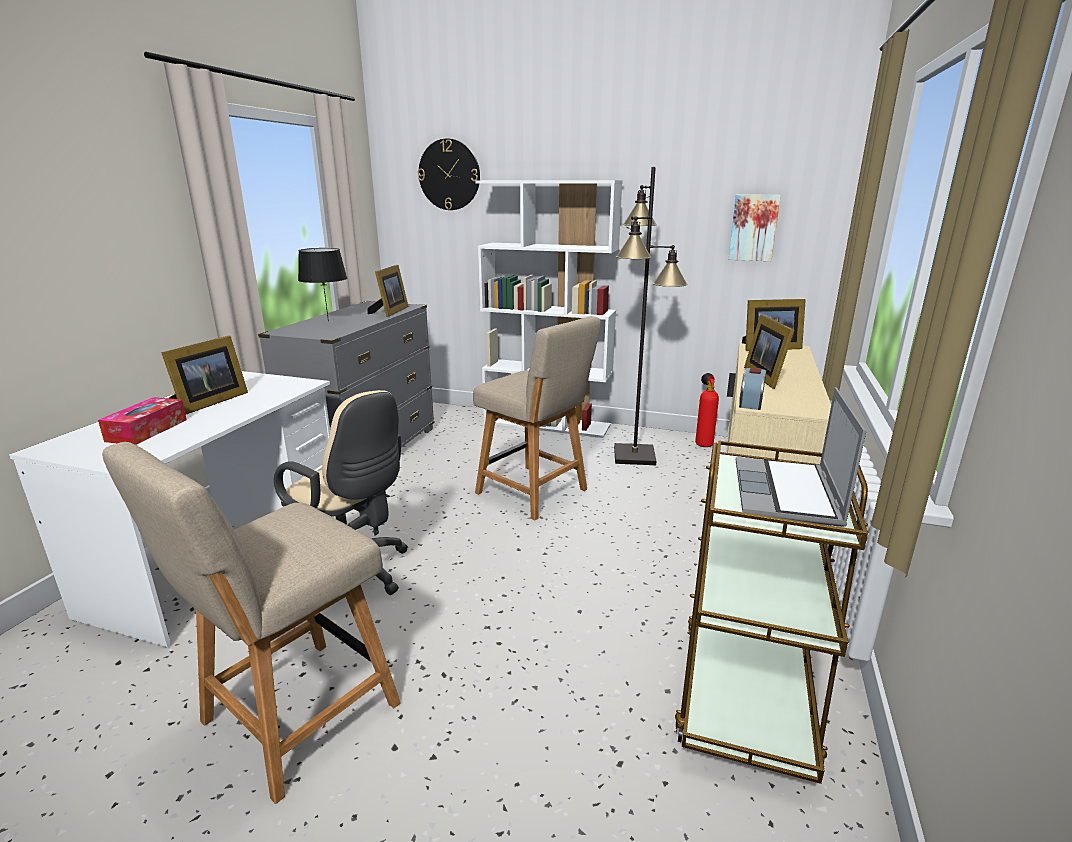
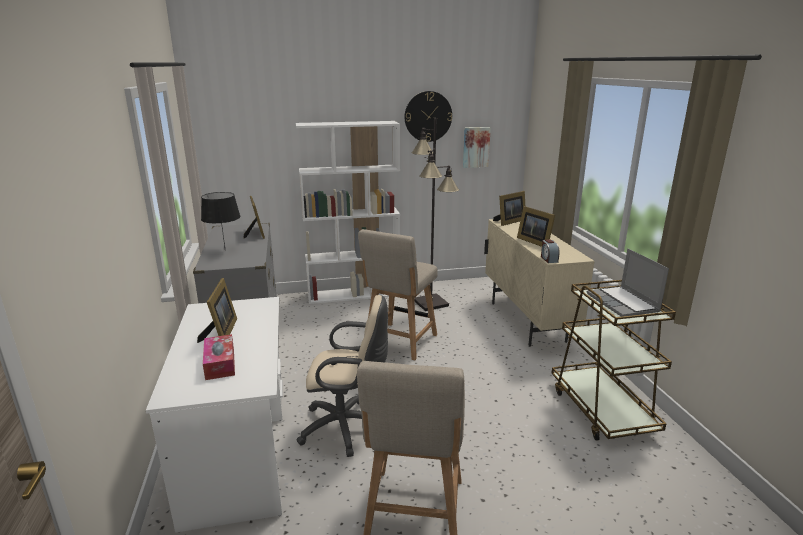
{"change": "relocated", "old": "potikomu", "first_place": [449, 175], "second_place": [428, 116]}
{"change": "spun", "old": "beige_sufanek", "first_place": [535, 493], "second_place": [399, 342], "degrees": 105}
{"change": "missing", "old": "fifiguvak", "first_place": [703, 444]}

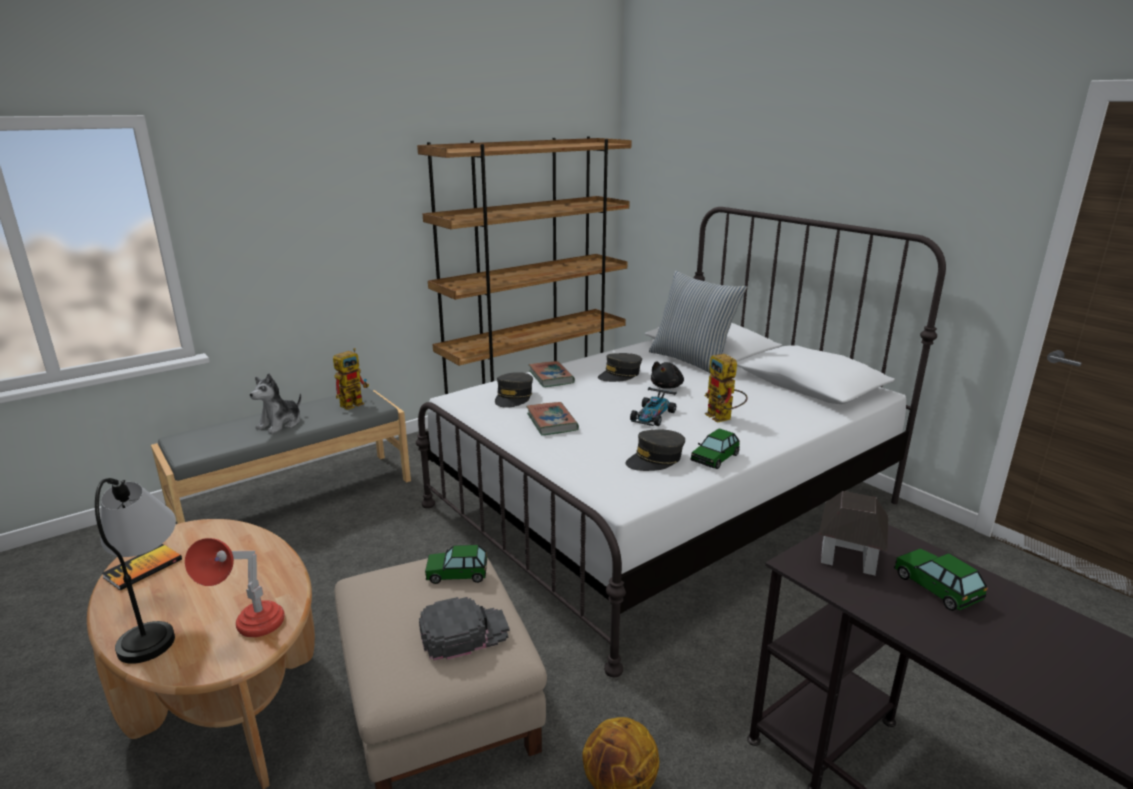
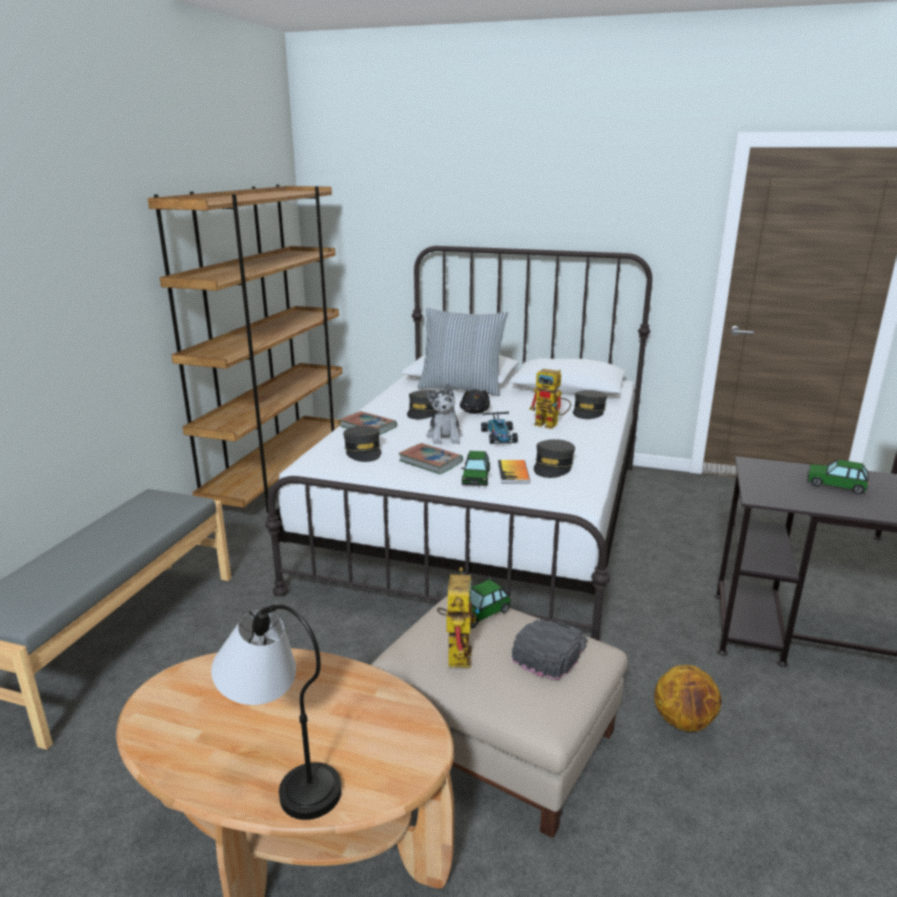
{"change": "relocated", "old": "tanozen", "first_place": [143, 568], "second_place": [513, 473]}
{"change": "missing", "old": "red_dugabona", "first_place": [251, 632]}
{"change": "relocated", "old": "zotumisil", "first_place": [280, 424], "second_place": [445, 436]}
{"change": "relocated", "old": "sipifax", "first_place": [354, 403], "second_place": [456, 651]}
{"change": "relocated", "old": "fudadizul", "first_place": [715, 458], "second_place": [476, 478]}
{"change": "missing", "old": "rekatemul", "first_place": [848, 556]}
{"change": "appeared", "new": "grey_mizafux", "second_place": [588, 411]}

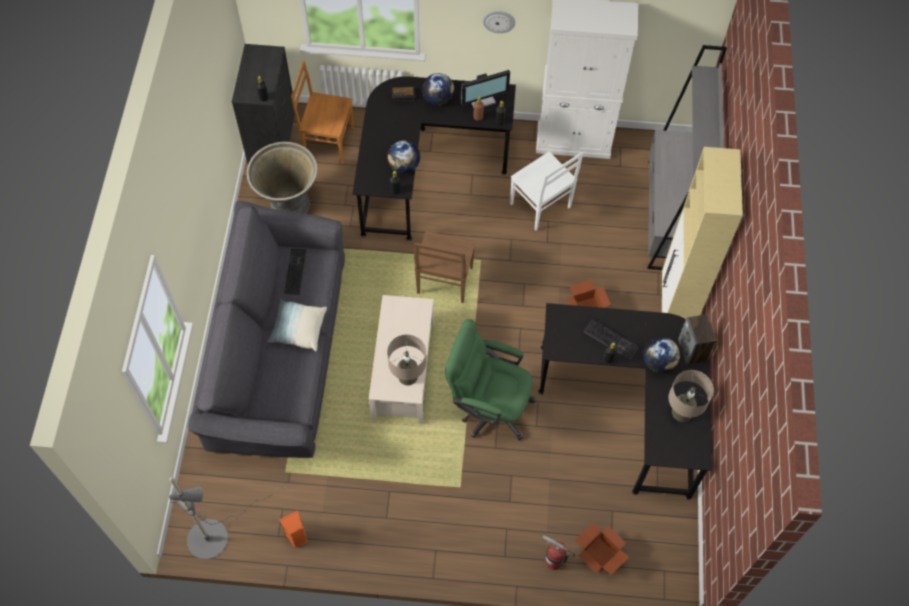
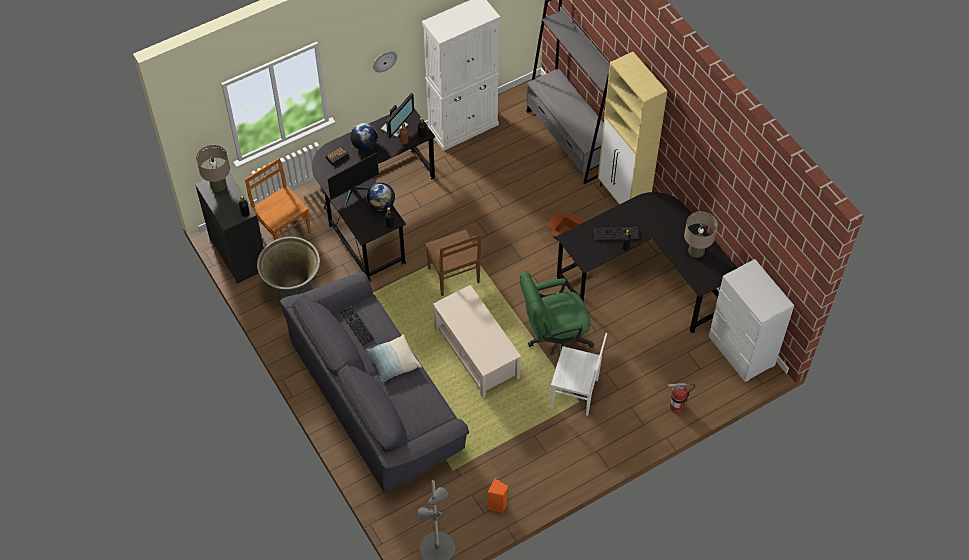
{"change": "spun", "old": "brown_sufanek", "first_place": [327, 142], "second_place": [283, 231], "degrees": 75}
{"change": "relocated", "old": "beige_dugabona", "first_place": [408, 376], "second_place": [218, 185]}
{"change": "relocated", "old": "white_sufanek", "first_place": [541, 207], "second_place": [576, 393]}
{"change": "missing", "old": "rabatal", "first_place": [599, 554]}
{"change": "missing", "old": "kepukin", "first_place": [658, 362]}
{"change": "missing", "old": "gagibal", "first_place": [692, 350]}
{"change": "appeared", "new": "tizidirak", "second_place": [354, 190]}
{"change": "appeared", "new": "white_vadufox", "second_place": [741, 351]}

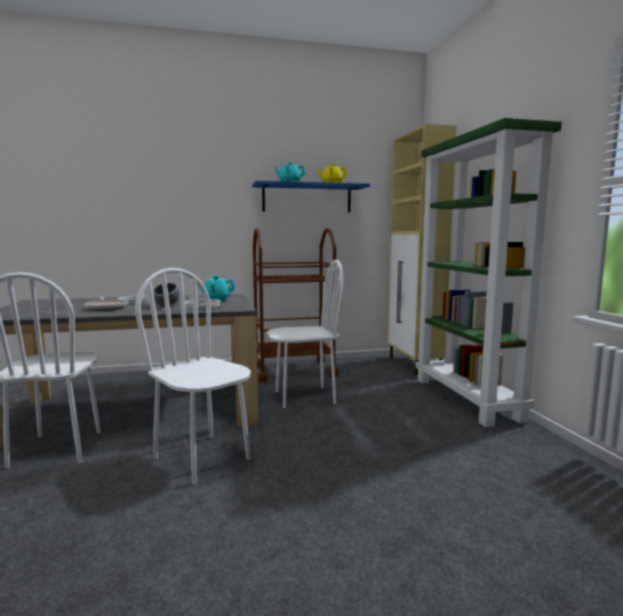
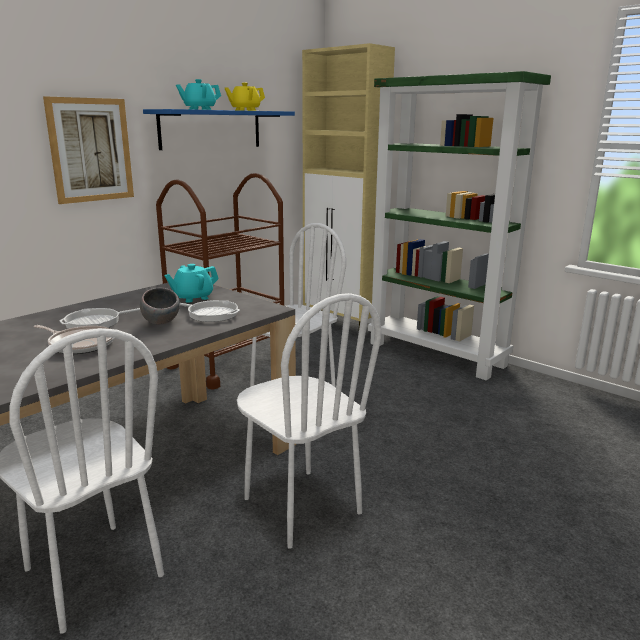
{"change": "spun", "old": "white_sufanek", "first_place": [202, 458], "second_place": [301, 506], "degrees": -135}
{"change": "appeared", "new": "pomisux", "second_place": [91, 150]}

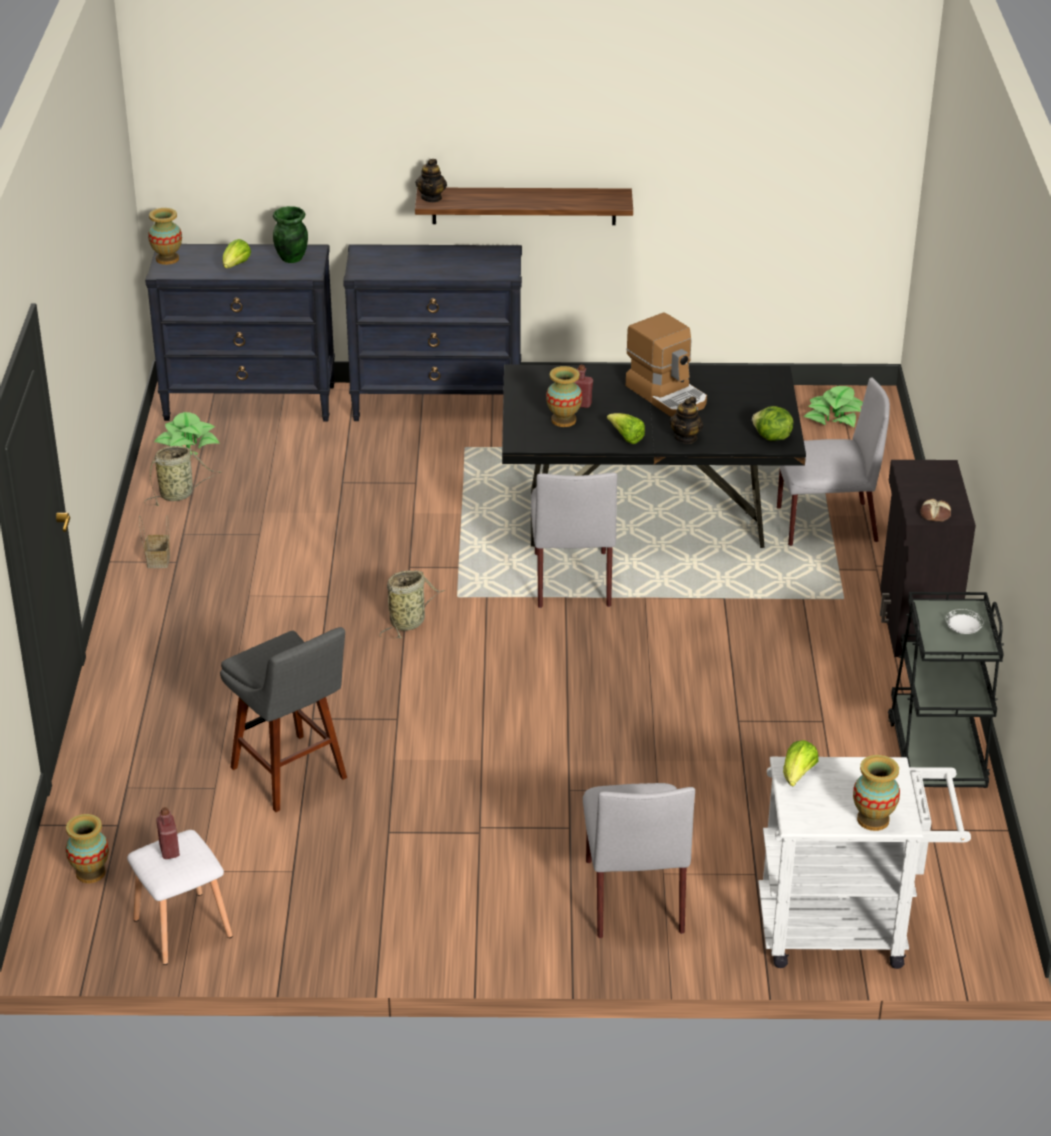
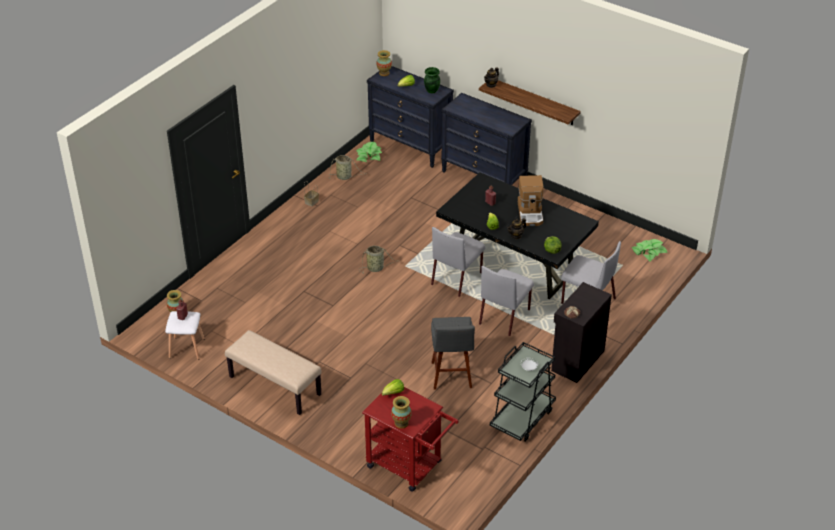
{"change": "relocated", "old": "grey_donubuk", "first_place": [292, 776], "second_place": [451, 377]}
{"change": "missing", "old": "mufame", "first_place": [563, 420]}
{"change": "relocated", "old": "grey_sufanek", "first_place": [633, 894], "second_place": [505, 316]}
{"change": "colour", "old": "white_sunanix", "new": "red_sunanix", "first_place": [847, 928], "second_place": [409, 467]}
{"change": "appeared", "new": "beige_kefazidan", "second_place": [274, 386]}

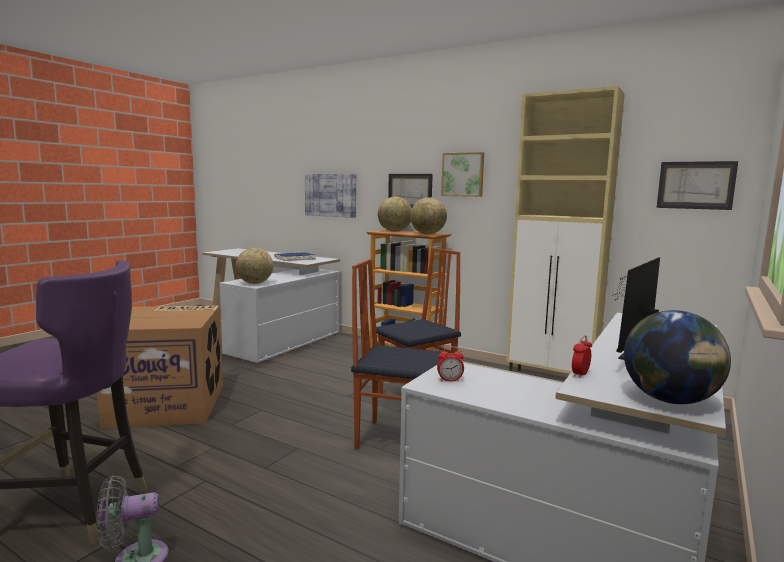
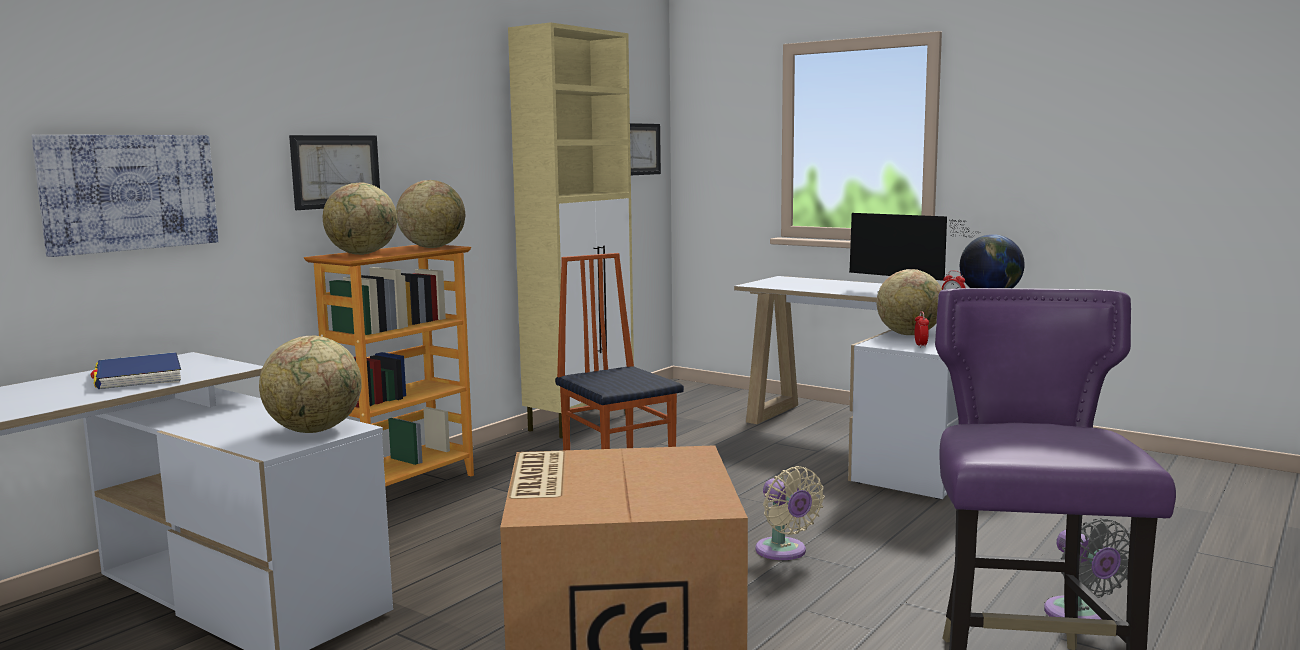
{"change": "missing", "old": "sufanek", "first_place": [396, 438]}
{"change": "missing", "old": "pomisux", "first_place": [463, 174]}
{"change": "appeared", "new": "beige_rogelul", "second_place": [783, 552]}
{"change": "appeared", "new": "kepukin", "second_place": [909, 334]}

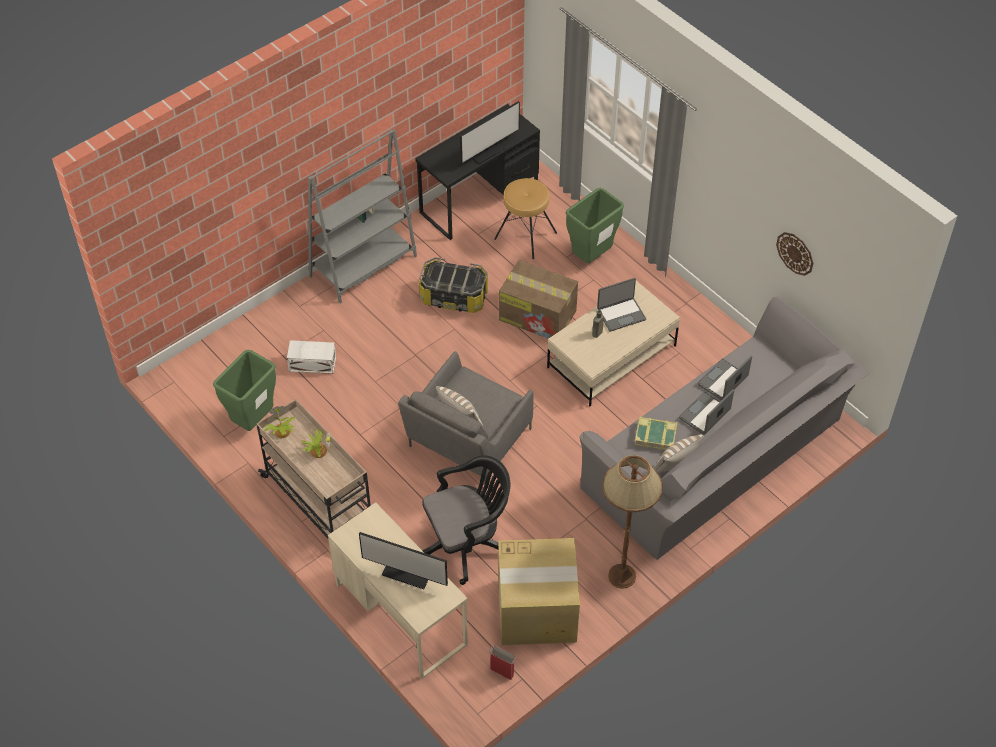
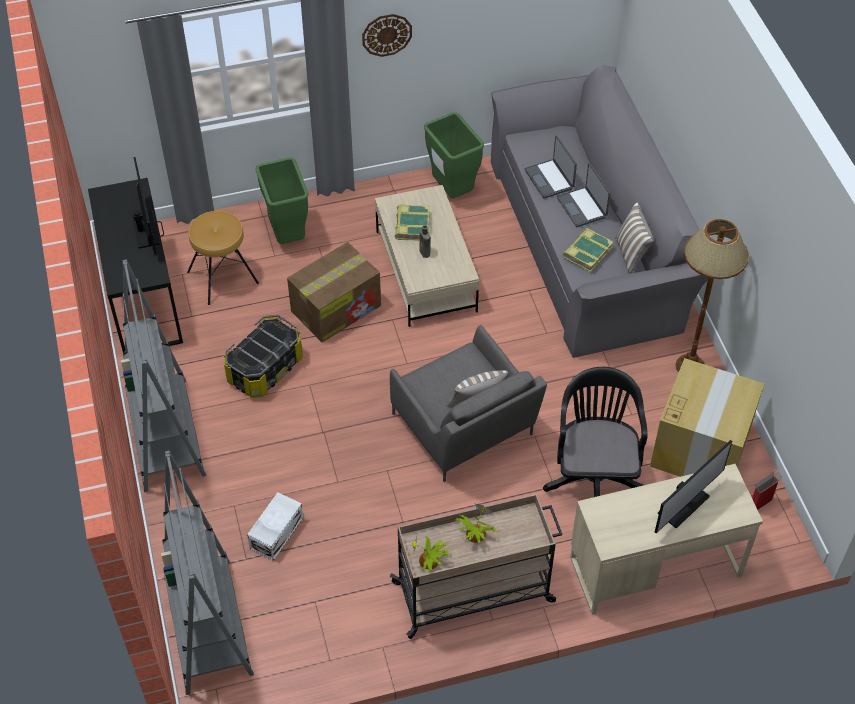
{"change": "relocated", "old": "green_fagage", "first_place": [253, 420], "second_place": [452, 191]}
{"change": "exchanged", "old": "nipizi", "new": "tanozen", "first_place": [621, 314], "second_place": [412, 225]}
{"change": "relocated", "old": "potikomu", "first_place": [795, 253], "second_place": [386, 34]}
{"change": "appeared", "new": "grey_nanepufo", "second_place": [208, 625]}

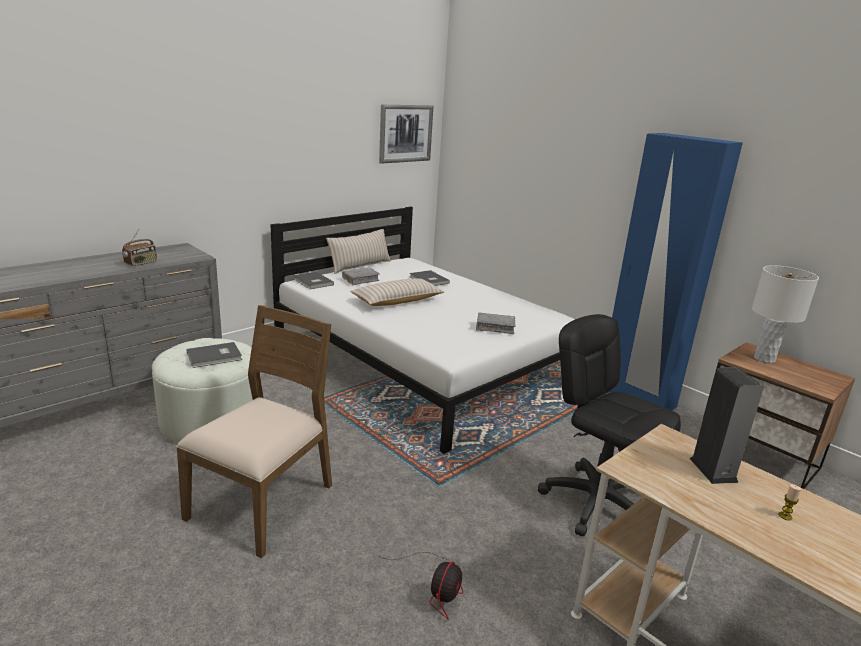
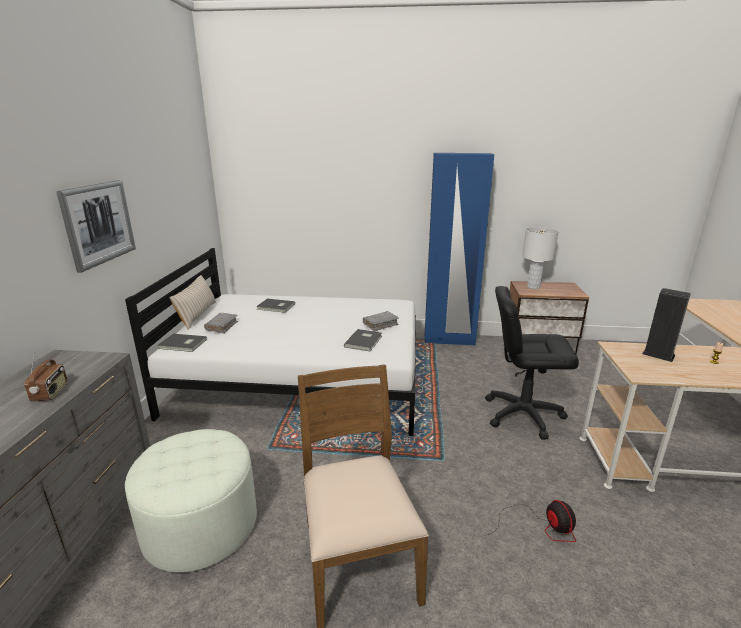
{"change": "relocated", "old": "grey_tanozen", "first_place": [215, 357], "second_place": [364, 341]}
{"change": "missing", "old": "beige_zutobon", "first_place": [397, 301]}
{"change": "relocated", "old": "pomisux", "first_place": [405, 133], "second_place": [98, 223]}

